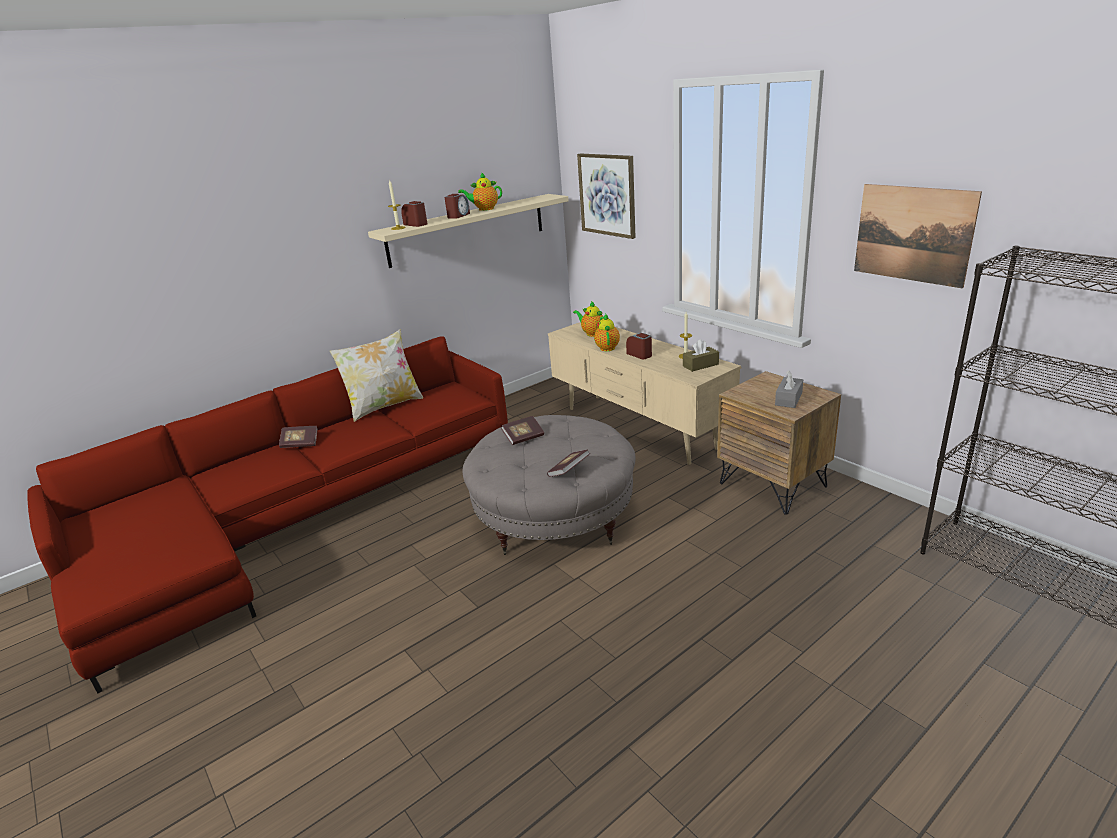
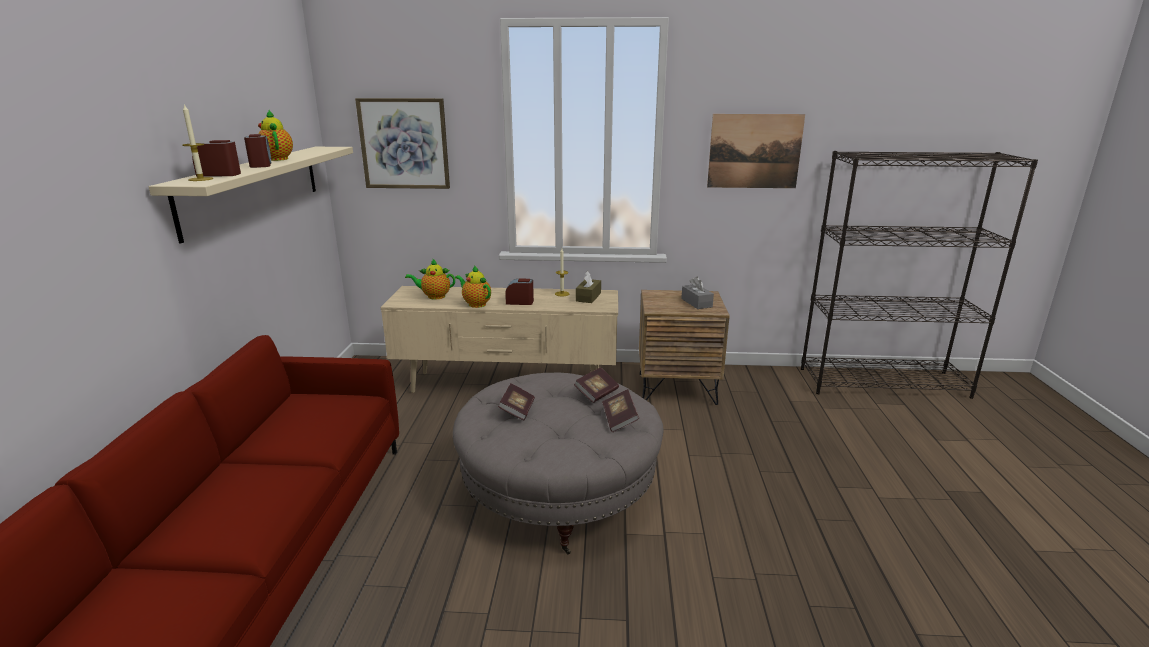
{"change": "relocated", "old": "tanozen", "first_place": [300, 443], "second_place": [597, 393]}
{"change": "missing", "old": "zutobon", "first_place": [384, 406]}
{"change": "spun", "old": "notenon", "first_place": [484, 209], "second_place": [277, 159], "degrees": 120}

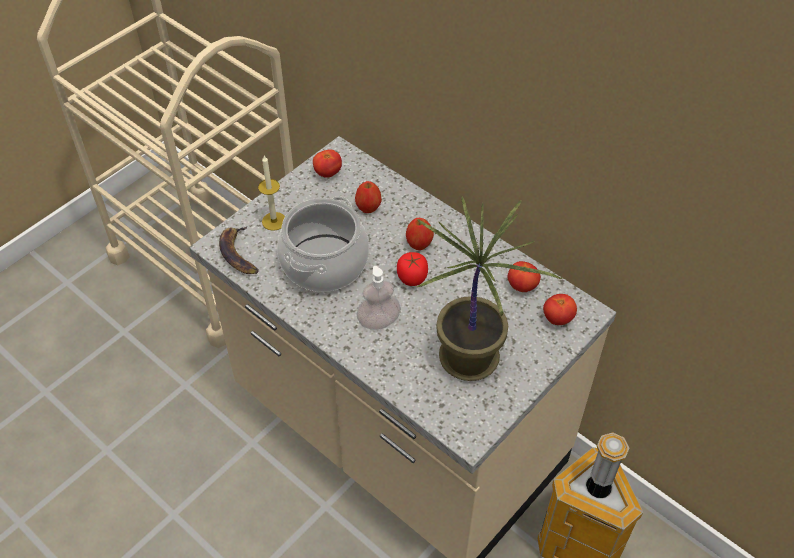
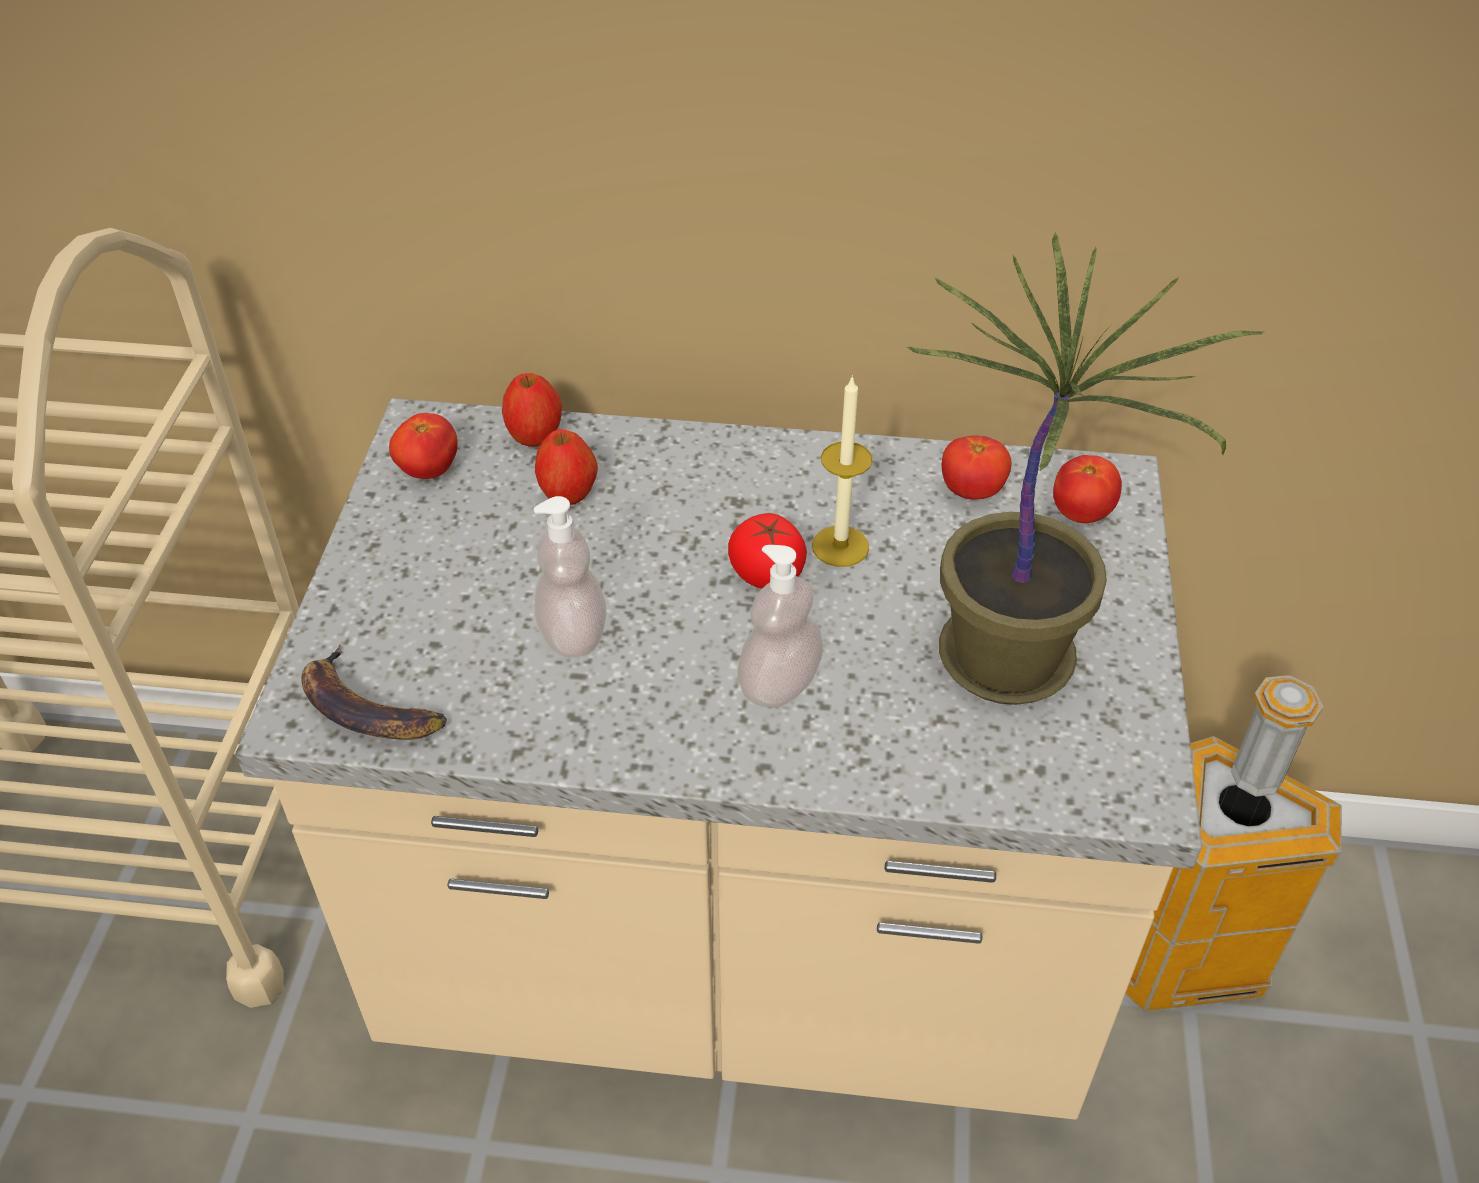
{"change": "relocated", "old": "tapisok", "first_place": [274, 221], "second_place": [840, 546]}
{"change": "exchanged", "old": "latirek", "new": "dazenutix", "first_place": [325, 263], "second_place": [573, 634]}
{"change": "relocated", "old": "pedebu", "first_place": [419, 244], "second_place": [535, 436]}

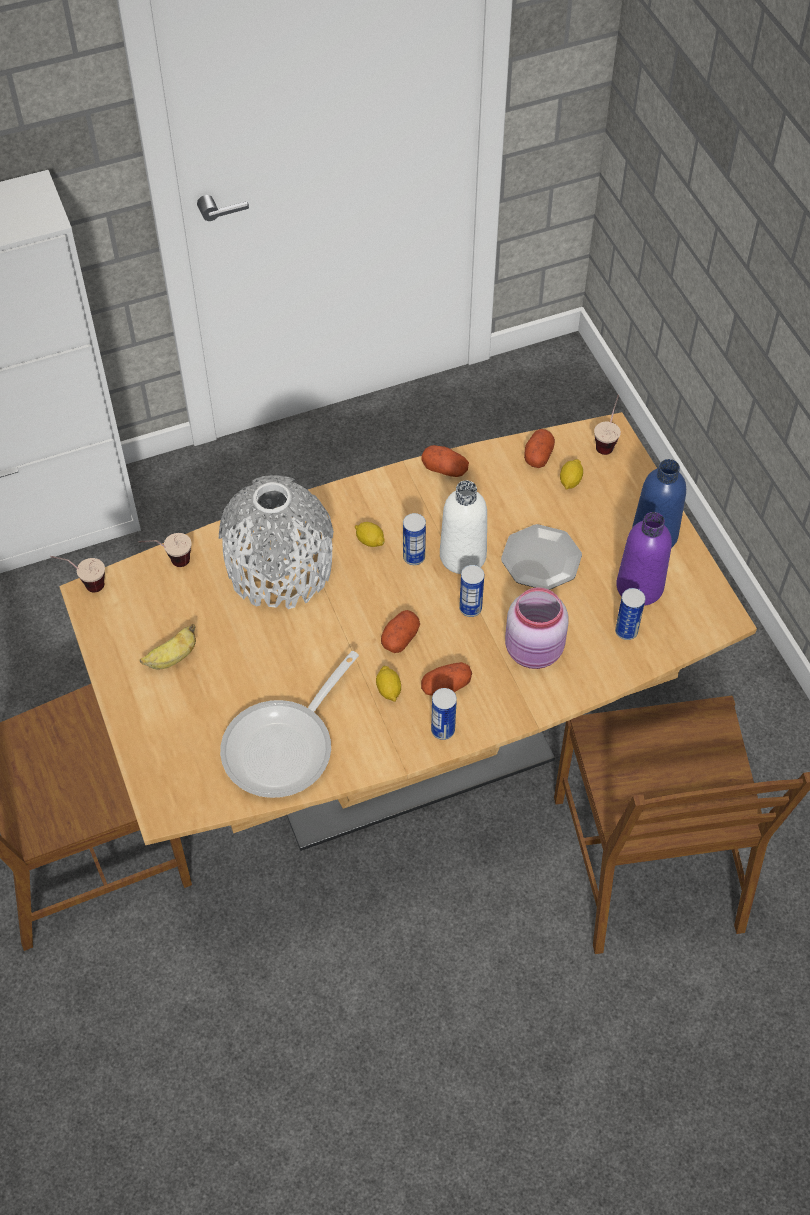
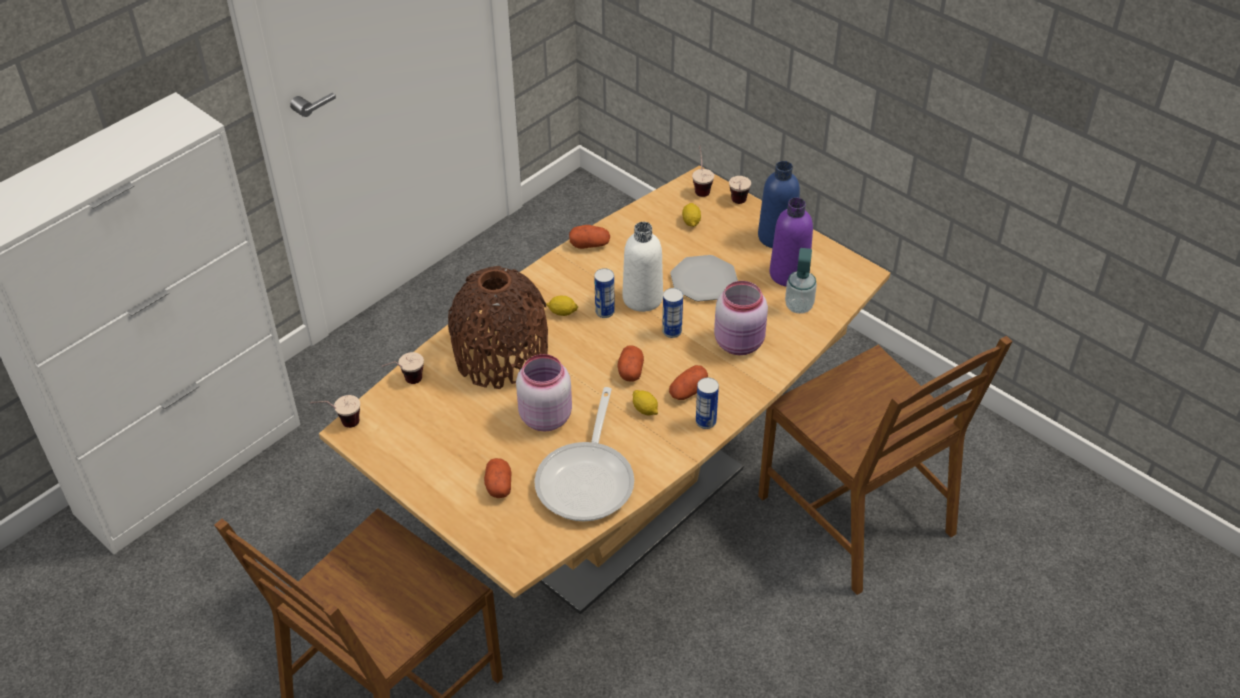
{"change": "missing", "old": "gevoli", "first_place": [172, 658]}
{"change": "colour", "old": "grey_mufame", "new": "brown_mufame", "first_place": [279, 568], "second_place": [501, 356]}
{"change": "relocated", "old": "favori", "first_place": [538, 455], "second_place": [498, 485]}
{"change": "exchanged", "old": "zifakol", "new": "dazenutix", "first_place": [626, 631], "second_place": [799, 306]}
{"change": "appeared", "new": "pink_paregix", "second_place": [544, 416]}
{"change": "appeared", "new": "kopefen", "second_place": [738, 205]}

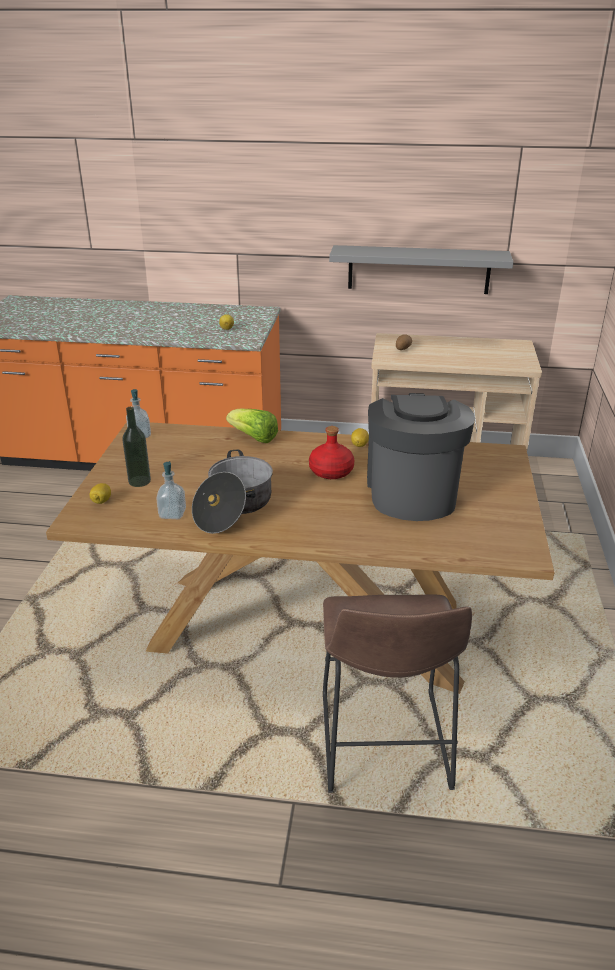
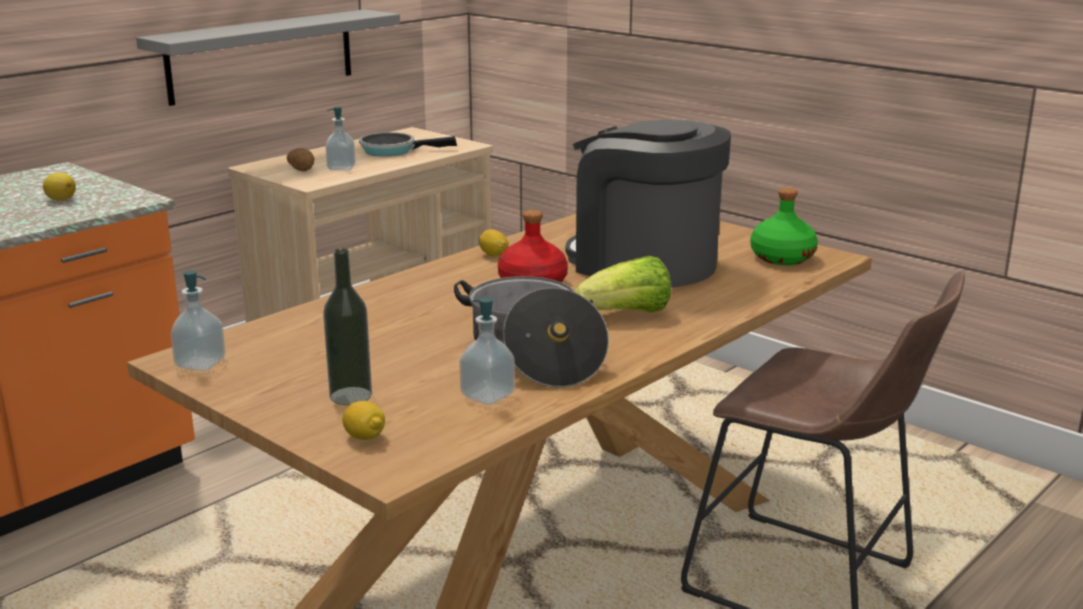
{"change": "relocated", "old": "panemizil", "first_place": [254, 438], "second_place": [627, 314]}
{"change": "appeared", "new": "dazenutix", "second_place": [341, 168]}
{"change": "appeared", "new": "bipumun", "second_place": [393, 150]}
{"change": "appeared", "new": "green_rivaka", "second_place": [781, 257]}

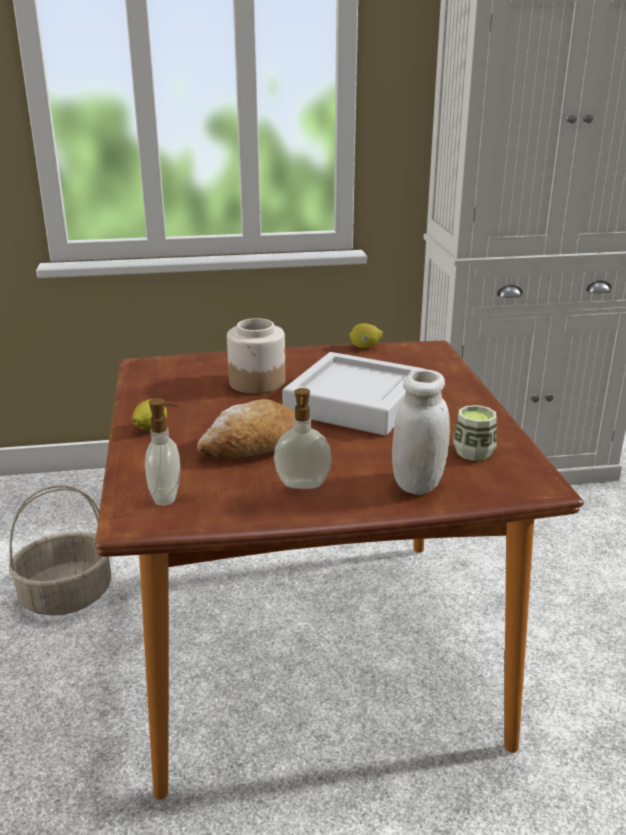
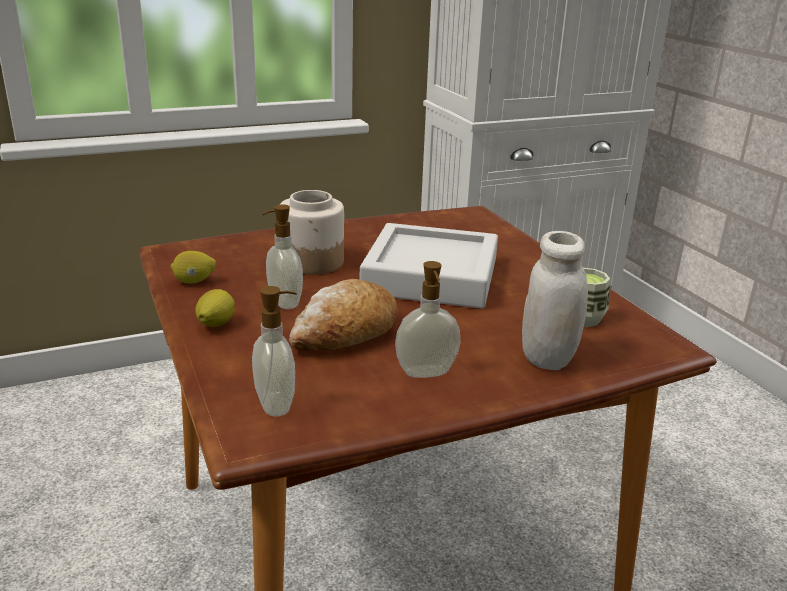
{"change": "missing", "old": "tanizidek", "first_place": [67, 595]}
{"change": "relocated", "old": "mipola", "first_place": [365, 347], "second_place": [194, 282]}
{"change": "appeared", "new": "dazenutix", "second_place": [283, 303]}

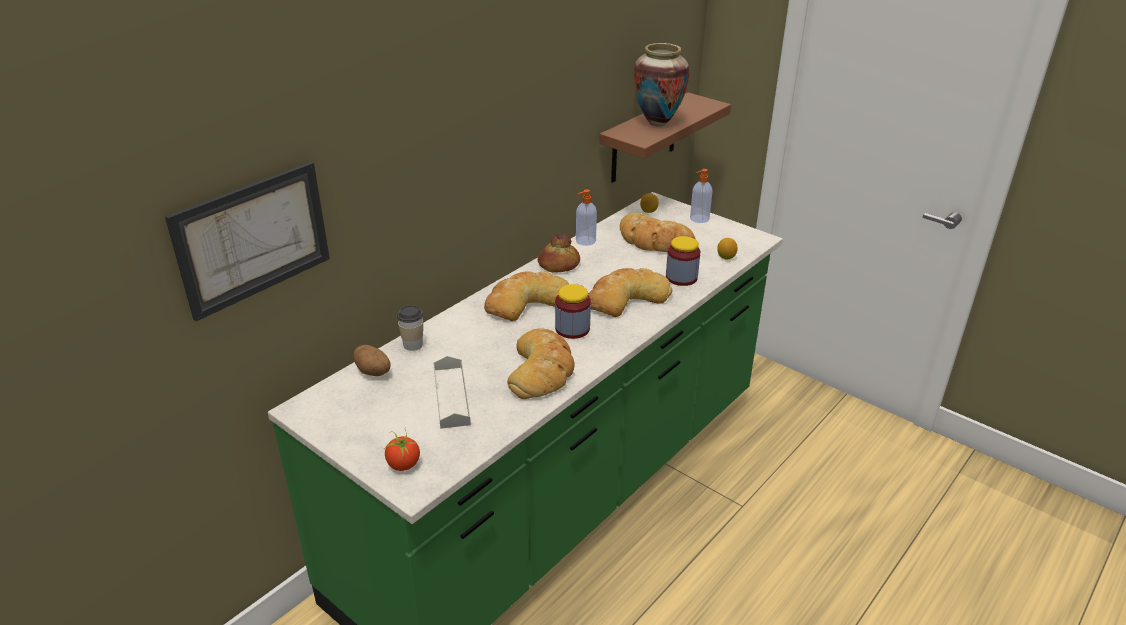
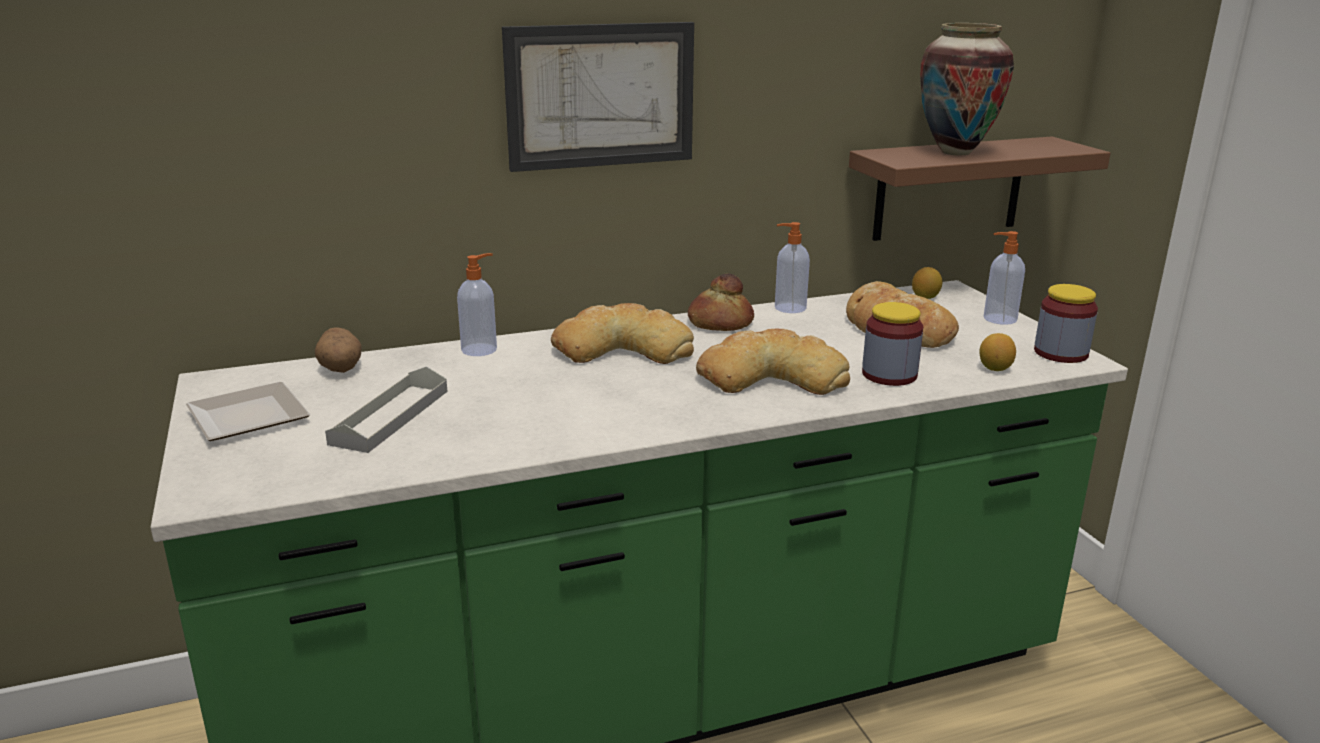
{"change": "relocated", "old": "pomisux", "first_place": [253, 238], "second_place": [600, 96]}
{"change": "missing", "old": "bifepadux", "first_place": [403, 464]}
{"change": "missing", "old": "kopefen", "first_place": [413, 344]}
{"change": "missing", "old": "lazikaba", "first_place": [542, 370]}
{"change": "relocated", "old": "paregix", "first_place": [572, 329], "second_place": [1061, 353]}
{"change": "appeared", "new": "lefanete", "second_place": [253, 418]}
{"change": "appeared", "new": "dazenutix", "second_place": [480, 349]}

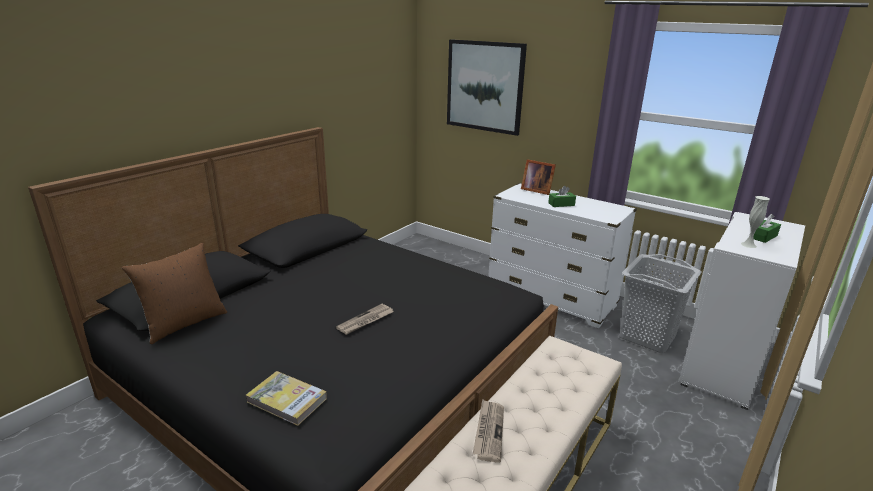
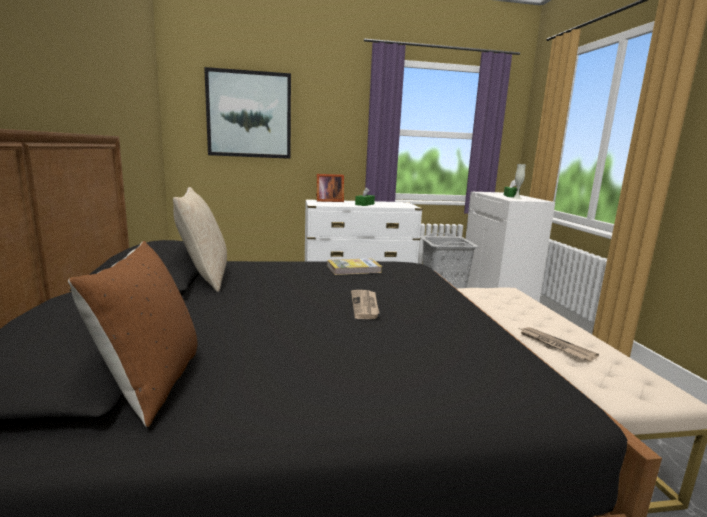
{"change": "relocated", "old": "tanozen", "first_place": [287, 400], "second_place": [354, 269]}
{"change": "appeared", "new": "beige_zutobon", "second_place": [204, 278]}

